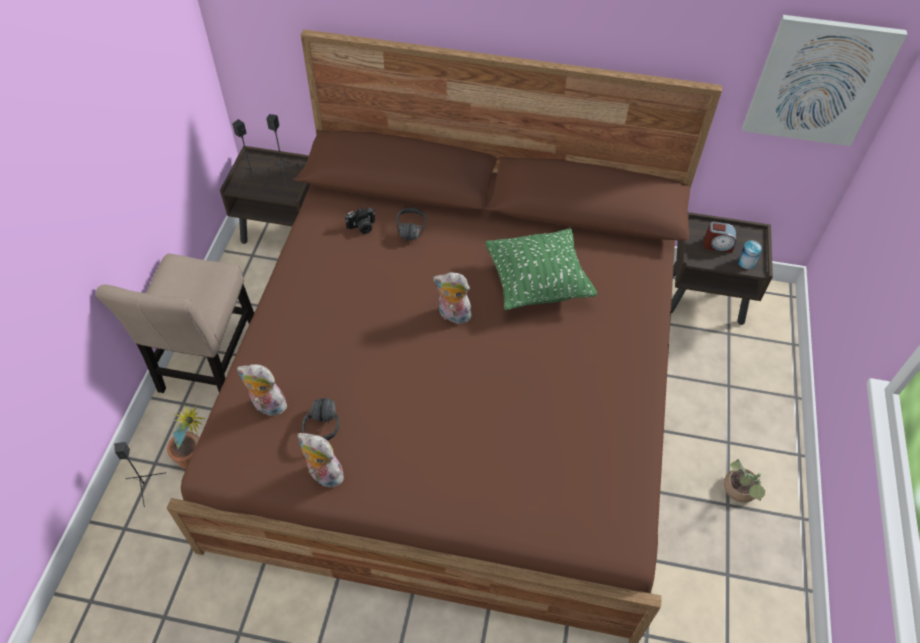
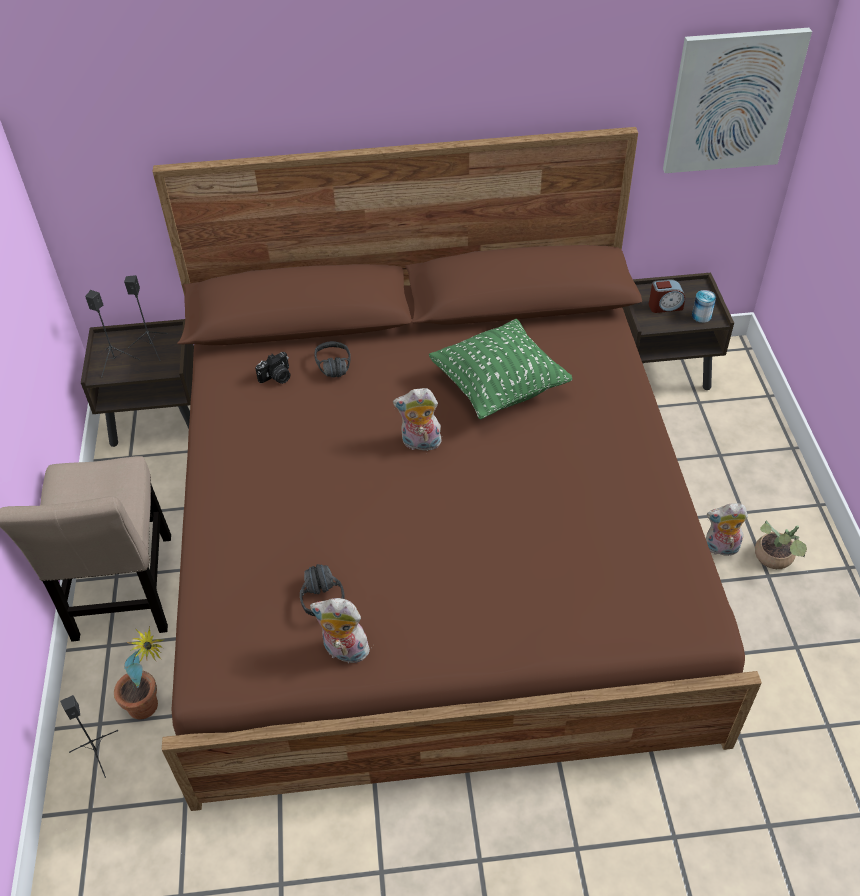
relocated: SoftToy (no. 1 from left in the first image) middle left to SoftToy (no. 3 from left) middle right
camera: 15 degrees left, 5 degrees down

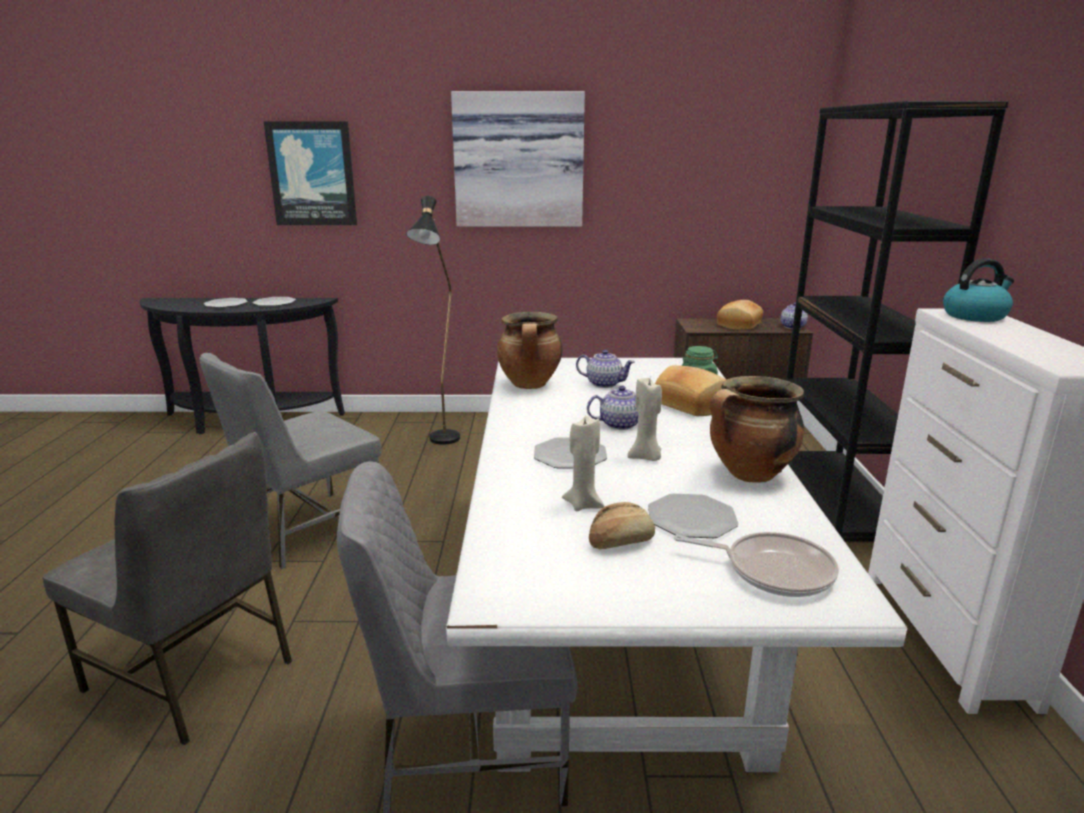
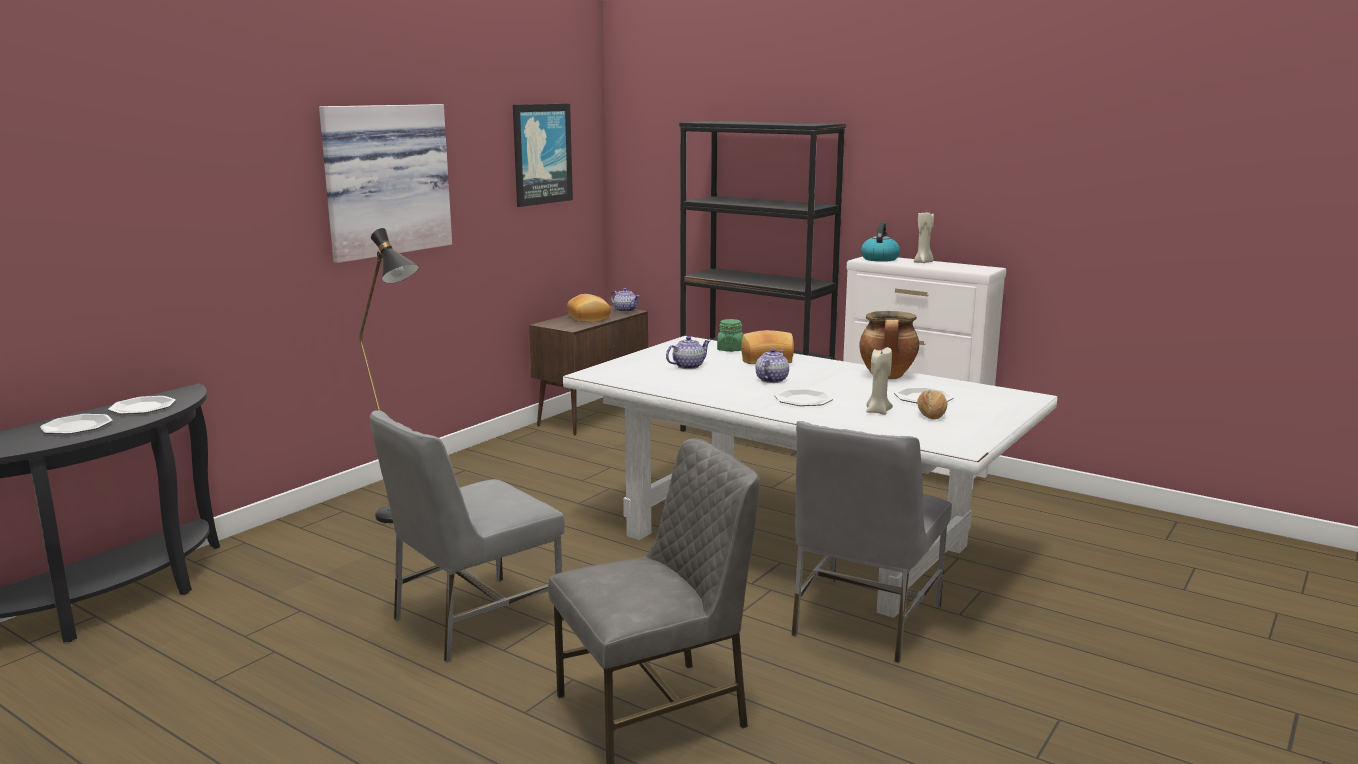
missing: CookingPot (no. 1 from left) centre; Skillet bottom right
relocated: Picture (no. 1 from left in the first image) top left to Picture (no. 2 from left) top centre; BeigeCandle (no. 2 from left) centre to top right
spun: GreyChair (no. 2 from left in the first image) middle left = bottom centre 60 degrees clockwise
camera: 55 degrees left, 5 degrees down

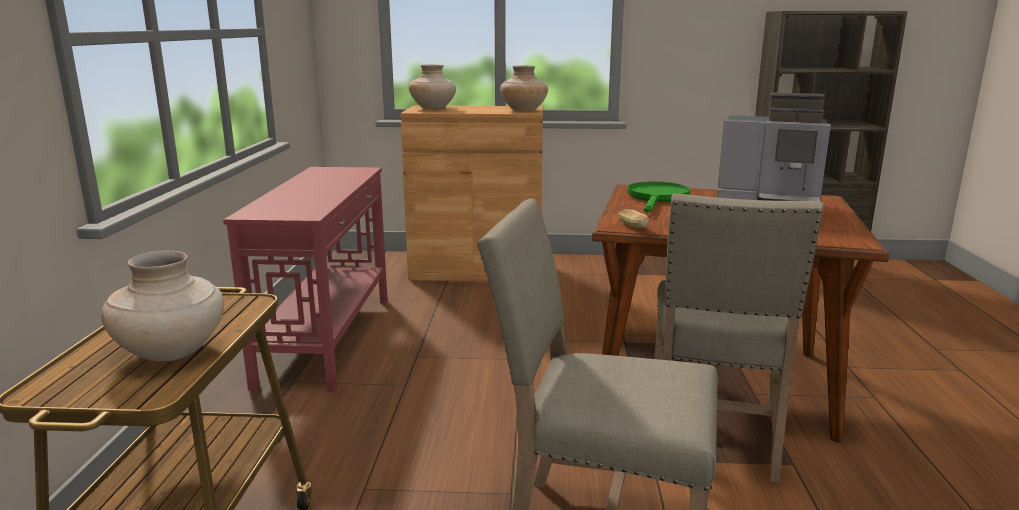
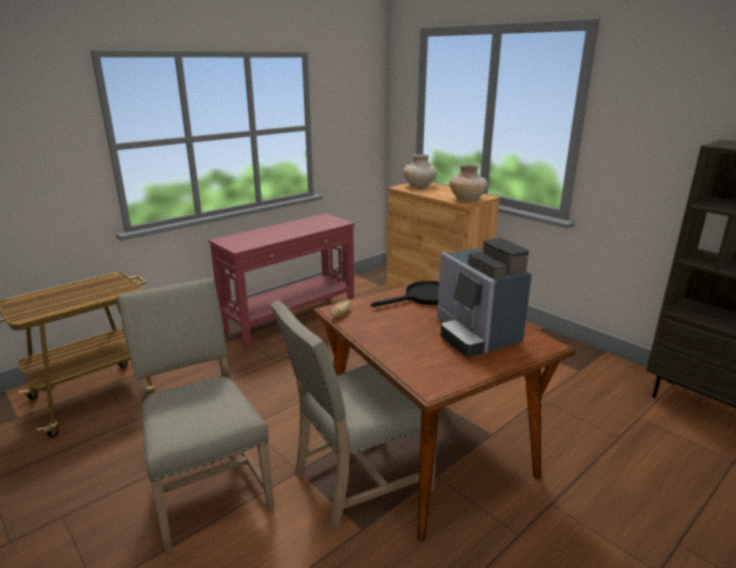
missing: BeigeVase (no. 1 from left) middle left
colour: GreenColouredSkillet centre to BlackColouredSkillet centre
camera: 45 degrees right, 5 degrees up

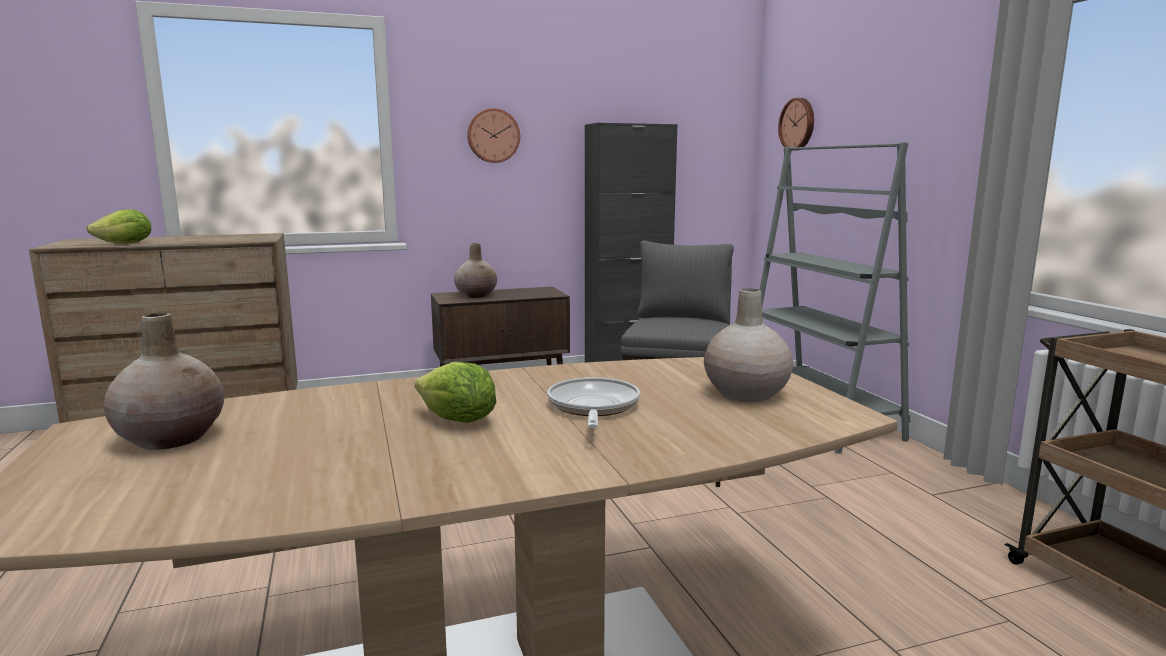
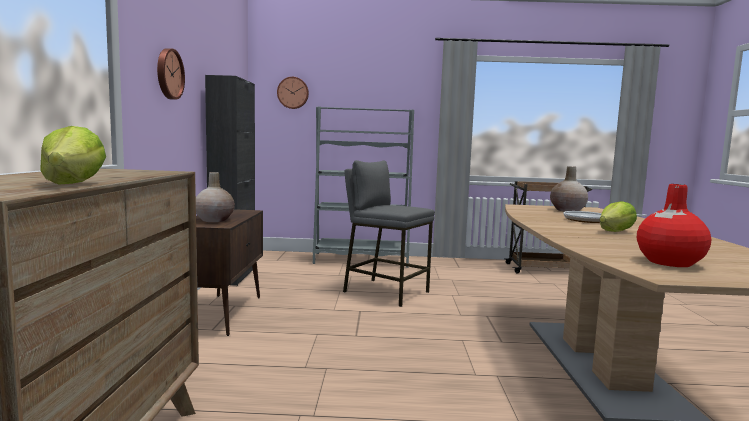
colour: BeigeVase (no. 1 from left) middle left to RedVase middle right
camera: 70 degrees left, 5 degrees down

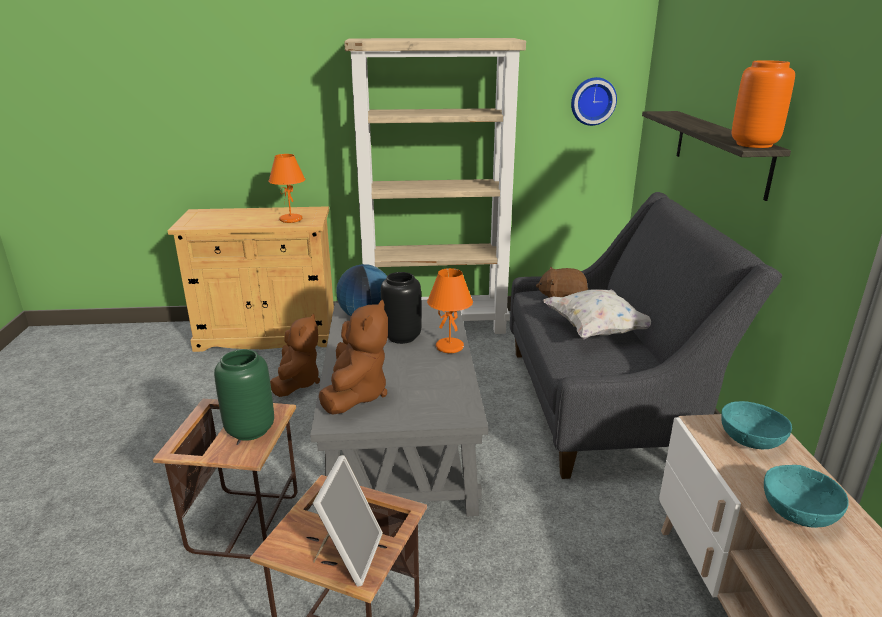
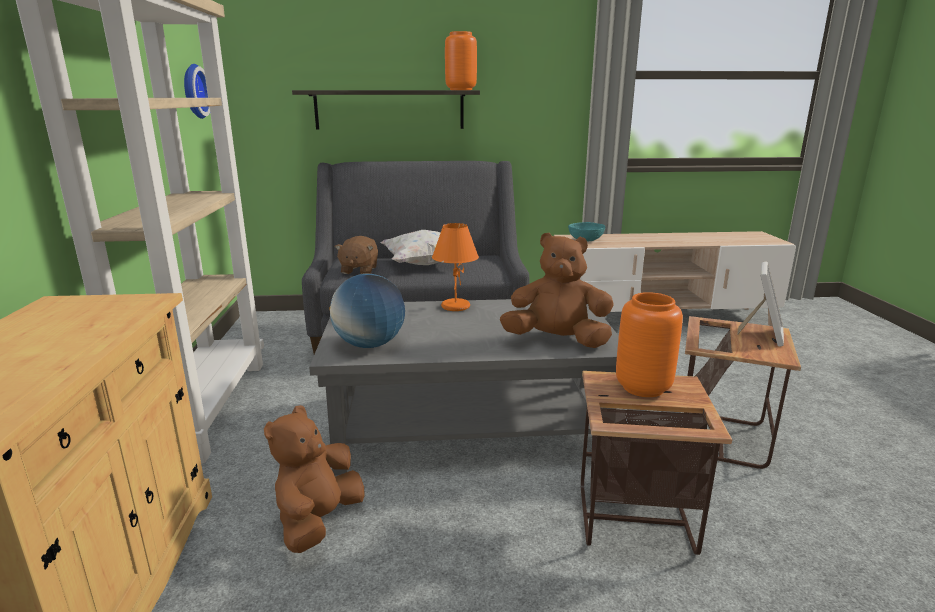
missing: OrangeColouredLampForATable (no. 1 from left) top left; BlackColouredVase centre; TurquoiseColouredDeepDish (no. 2 from left) bottom right
colour: GreenColouredVase middle left to OrangeColouredVase (no. 2 from left) middle right
spun: BrownSoftToy (no. 1 from left) centre = bottom centre 75 degrees counterclockwise; PhotoFrame bottom centre = middle right 105 degrees clockwise
camera: 90 degrees left, 5 degrees down

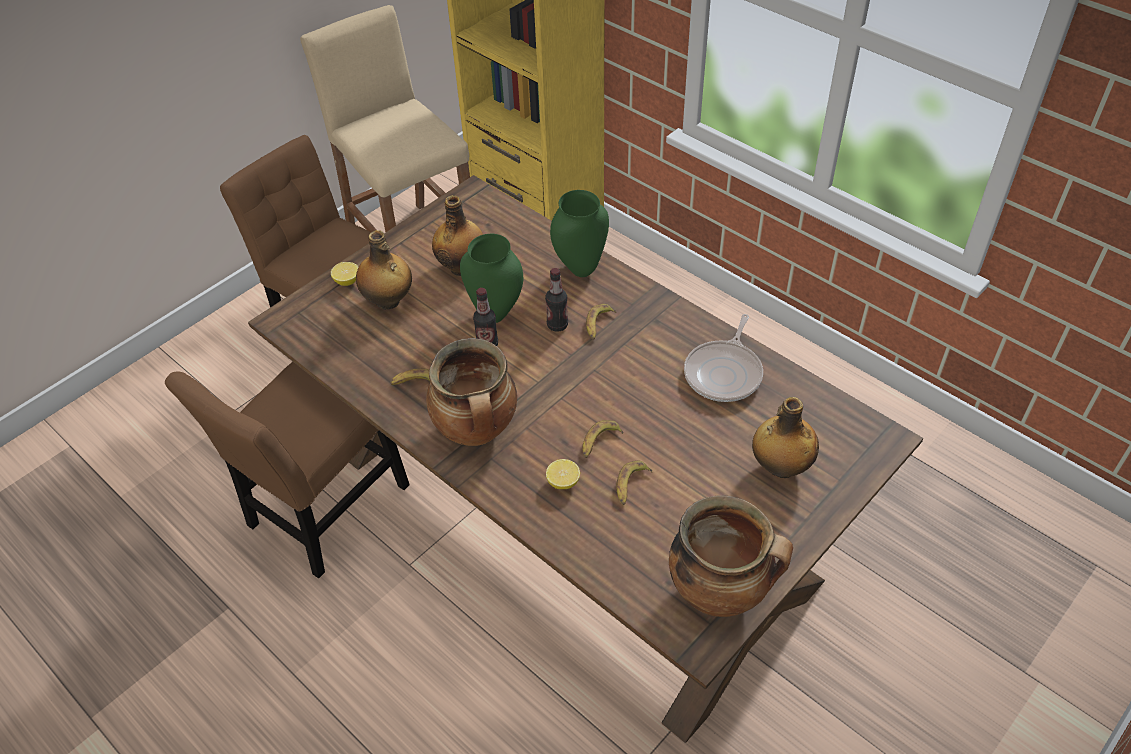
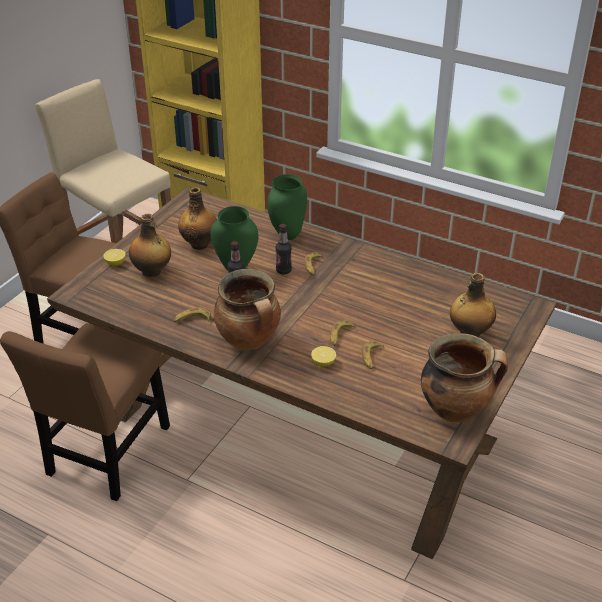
missing: Skillet centre
camera: 15 degrees left, 10 degrees down

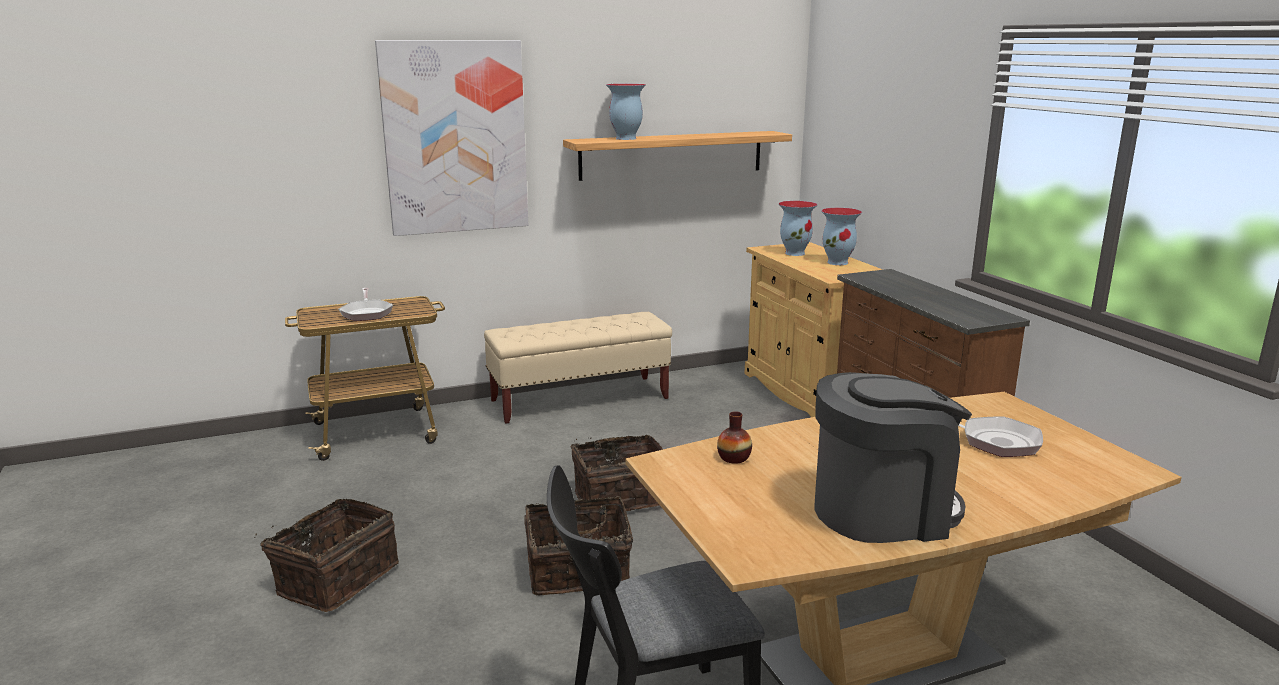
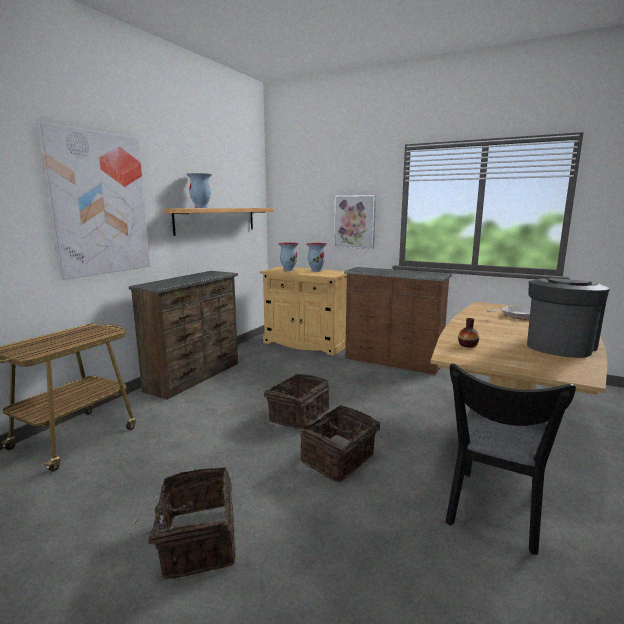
missing: Skillet (no. 1 from left) middle left
appeared: Picture (no. 2 from left) centre
exchanged: BeigeLongSeat centre to BrownDresser (no. 1 from left) middle left
camera: 40 degrees left, 5 degrees down

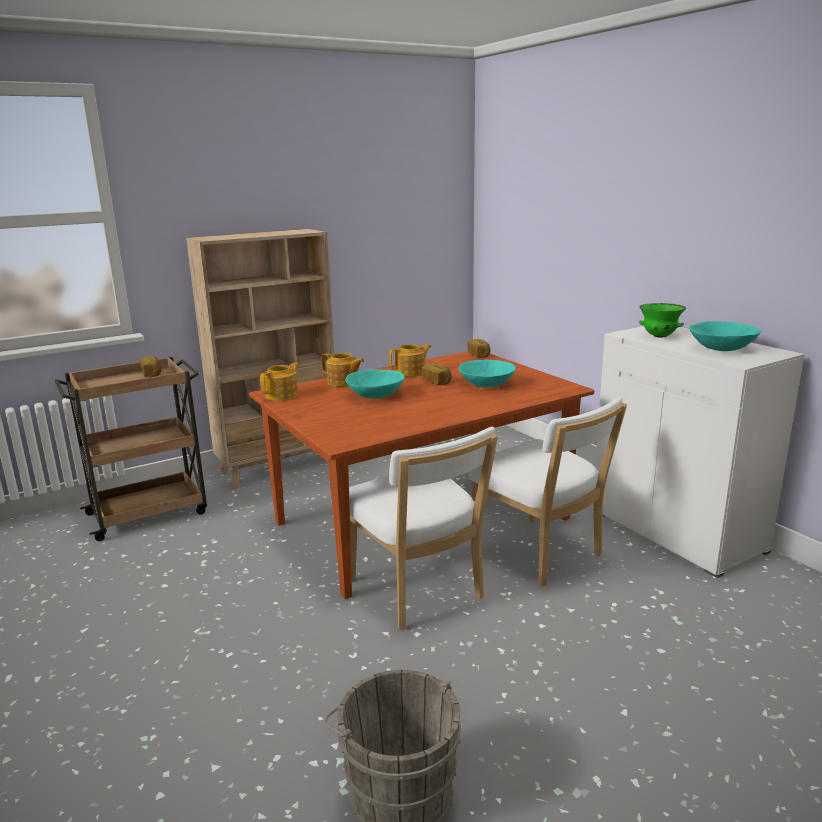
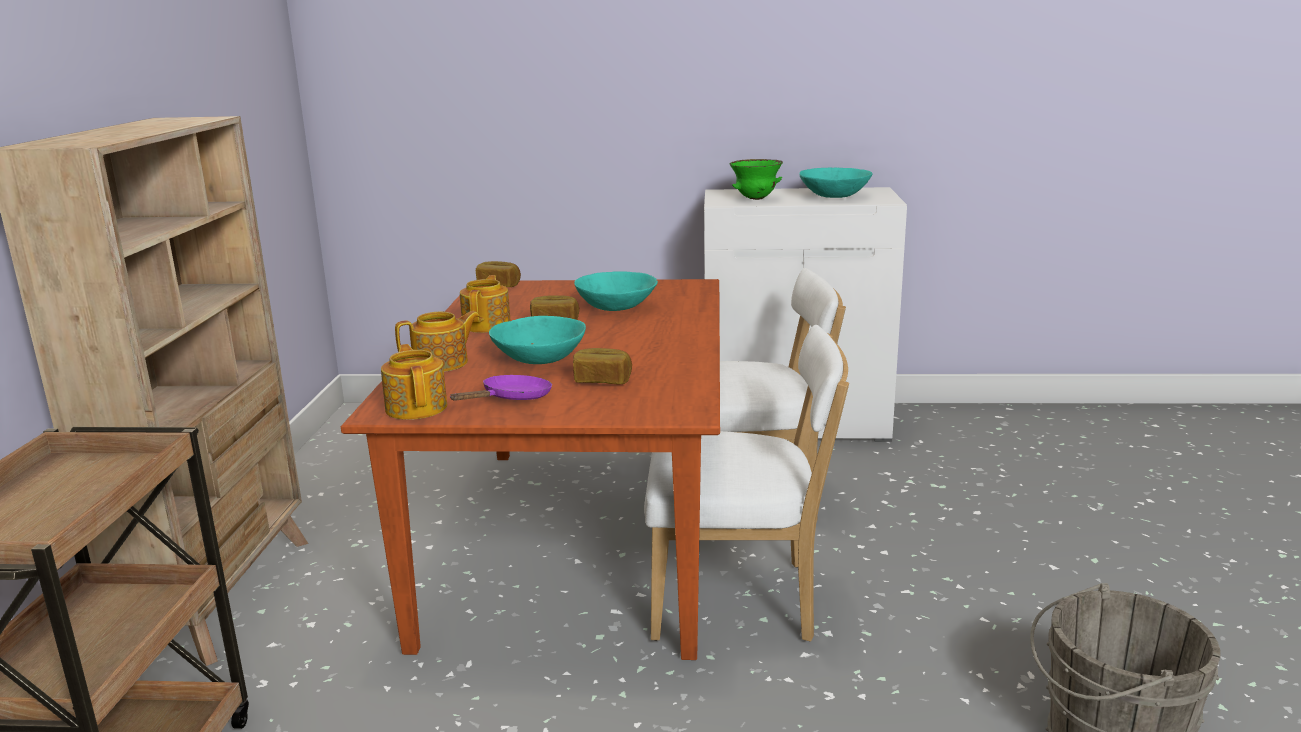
appeared: PurpleColouredSkillet centre
relocated: BakedBread (no. 1 from left in the first image) middle left to BakedBread (no. 3 from left) centre
camera: 55 degrees left, 0 degrees up

